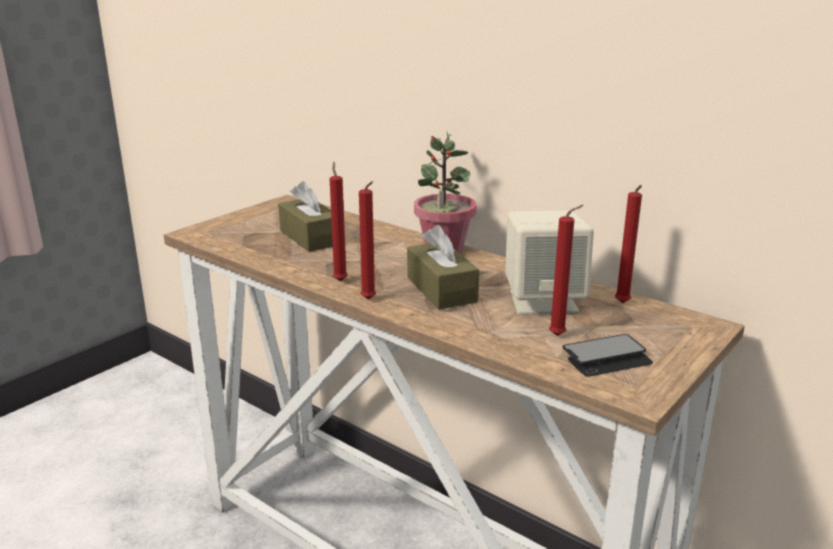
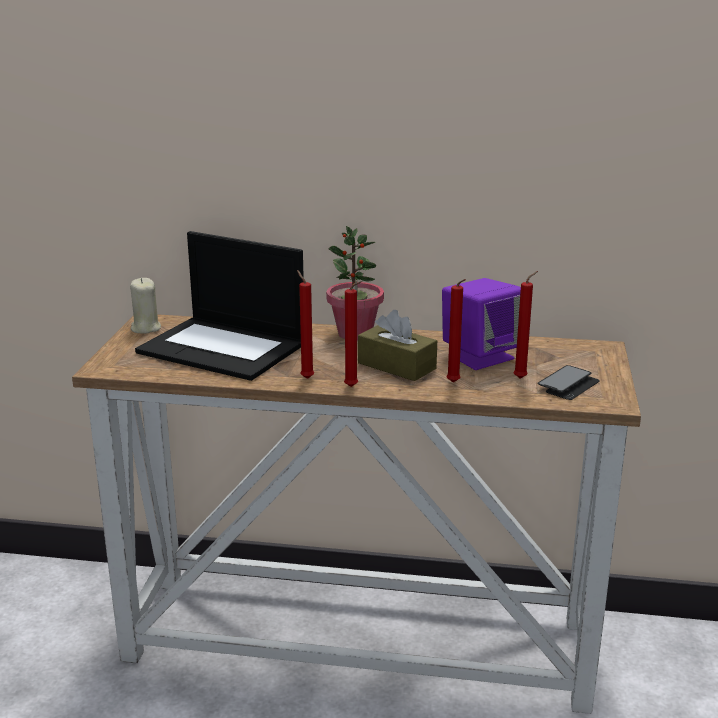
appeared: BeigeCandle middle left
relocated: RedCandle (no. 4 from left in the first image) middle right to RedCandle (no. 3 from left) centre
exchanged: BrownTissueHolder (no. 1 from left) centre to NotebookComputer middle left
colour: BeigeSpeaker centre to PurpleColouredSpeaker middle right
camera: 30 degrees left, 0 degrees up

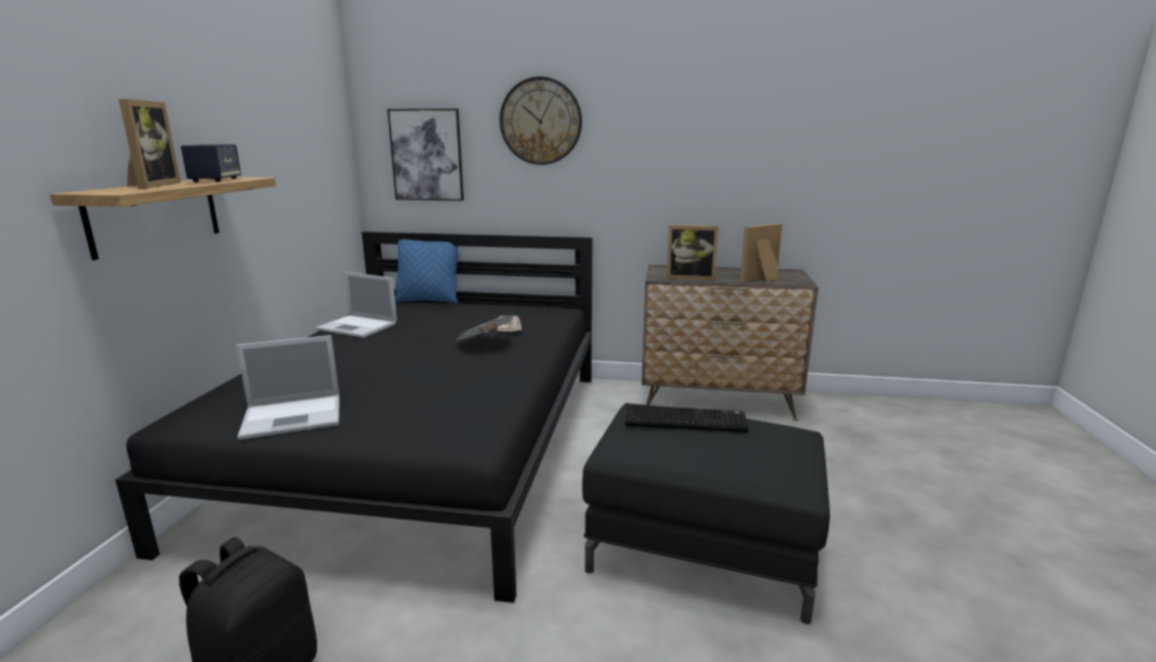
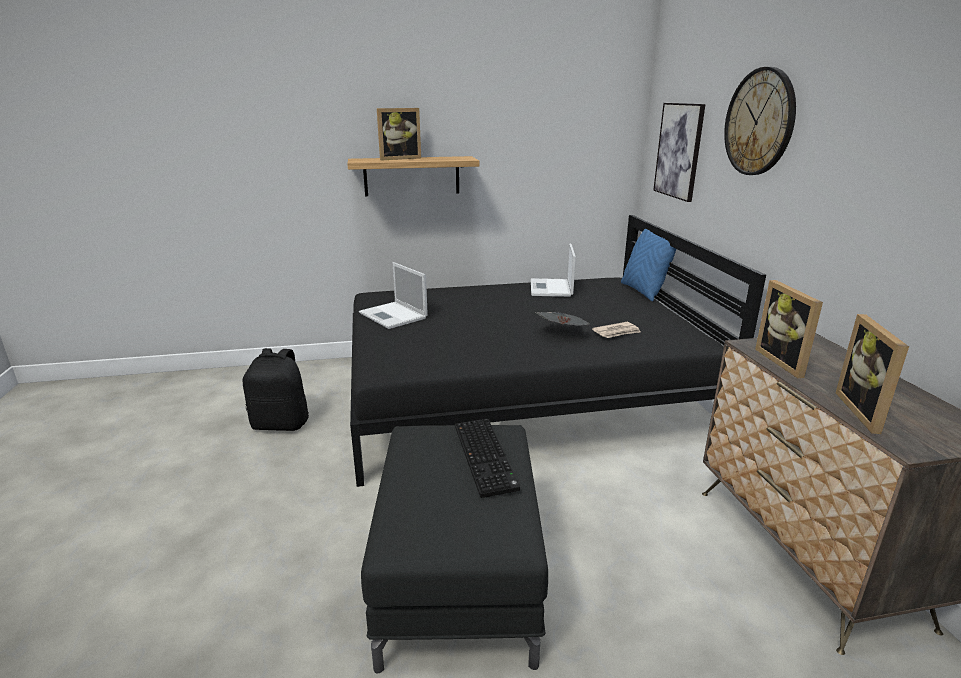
missing: Speaker top left
spun: PhotoFrame (no. 3 from left) centre = middle right 120 degrees counterclockwise
camera: 70 degrees right, 5 degrees up

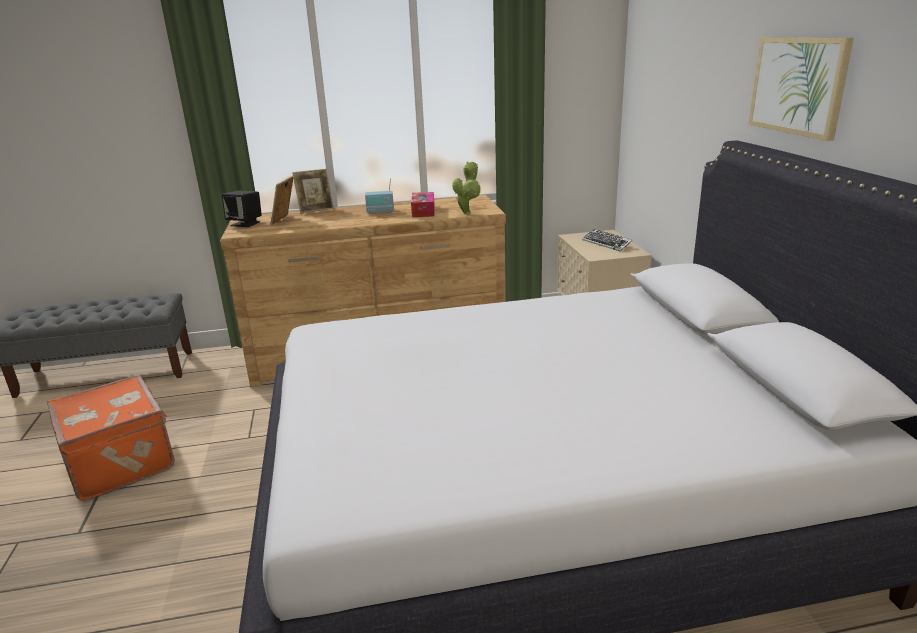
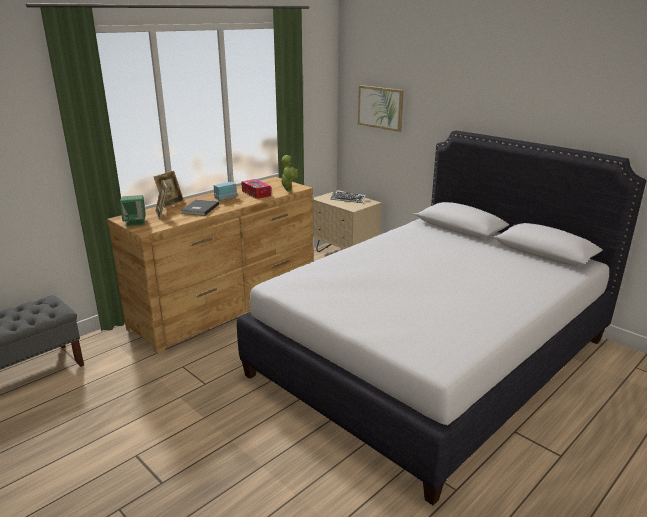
missing: OrangeColouredTravelCase bottom left
appeared: GreyBoundBook middle left
relocated: Picture top right to top centre
colour: BlackColouredSpeaker top left to GreenColouredSpeaker middle left
camera: 35 degrees left, 0 degrees up

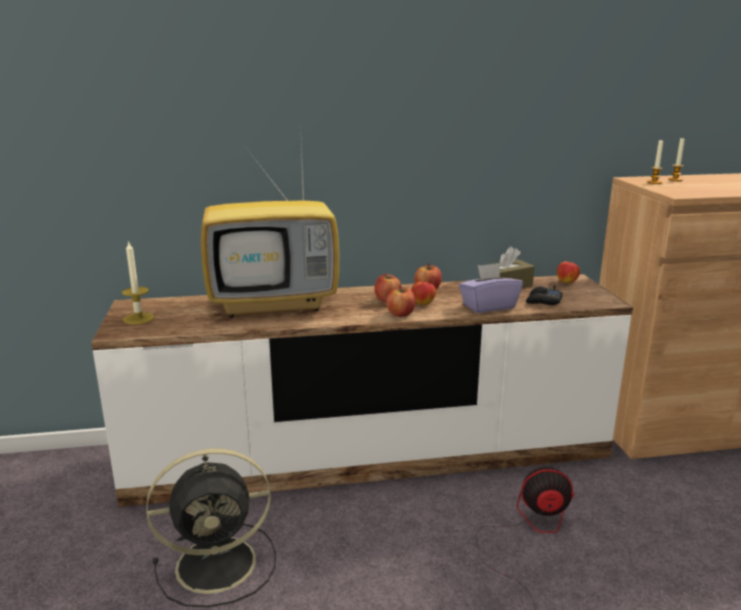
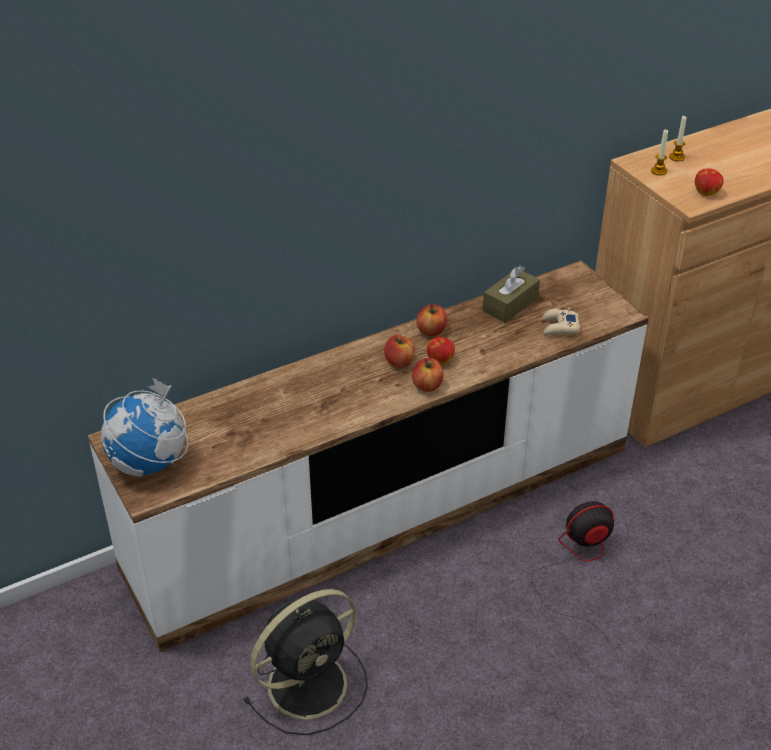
missing: Television centre; PurpleColouredTissueHolder centre
relocated: WholeApple (no. 5 from left) middle right to top right
exchanged: Candle (no. 1 from left) middle left to WorldGlobe middle left
colour: BlackColouredGamepad middle right to BeigeGamepad middle right
camera: 20 degrees left, 20 degrees up

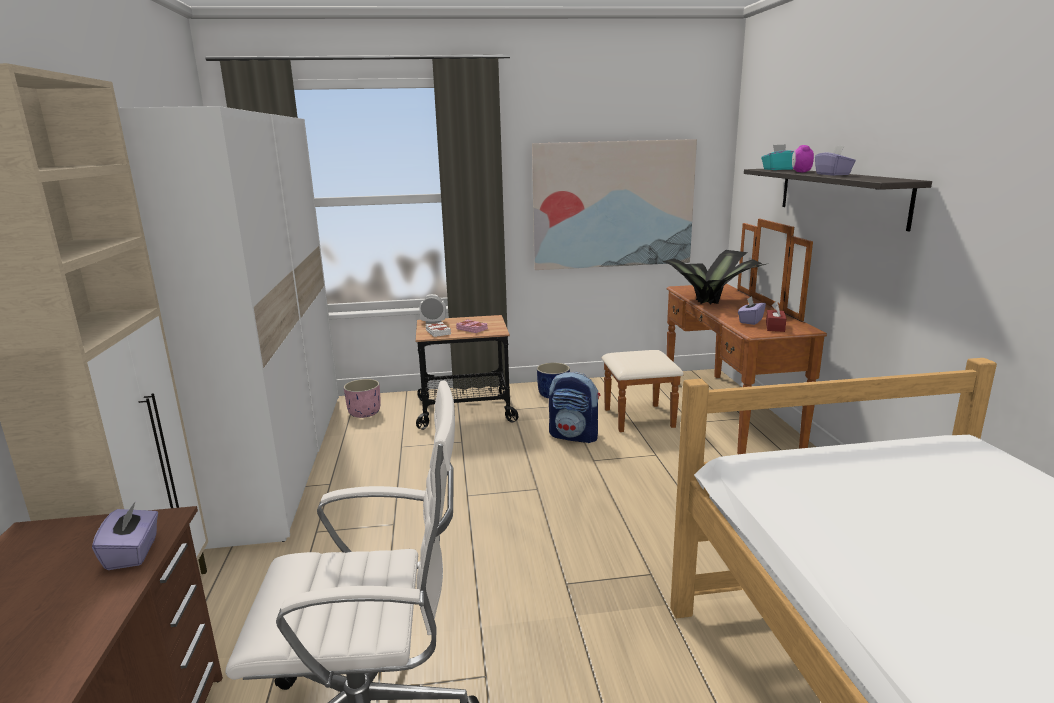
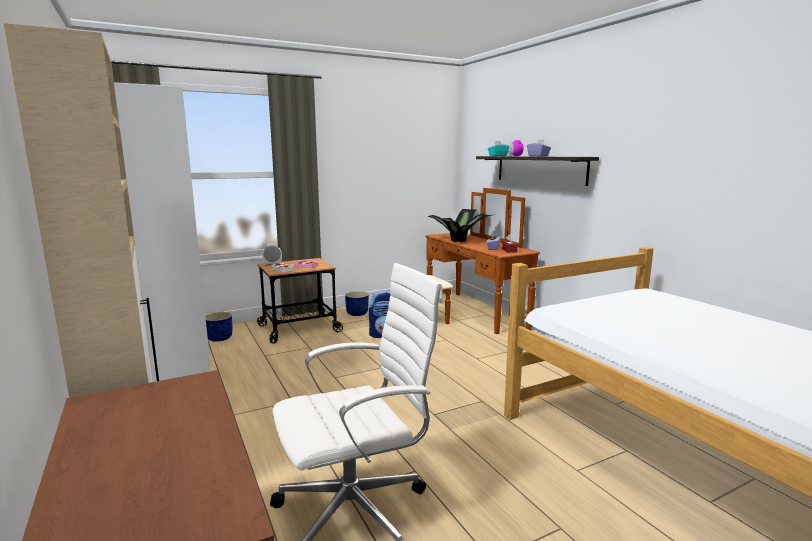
missing: Picture top centre; PurpleColouredTissueHolder (no. 1 from left) bottom left
colour: PinkFlowerPot centre to BlueColouredFlowerPot (no. 1 from left) middle left
camera: 20 degrees left, 5 degrees down

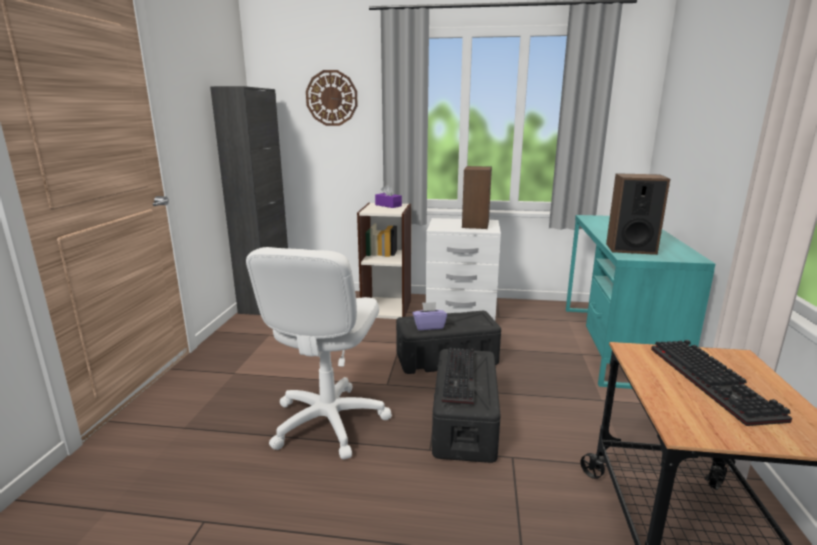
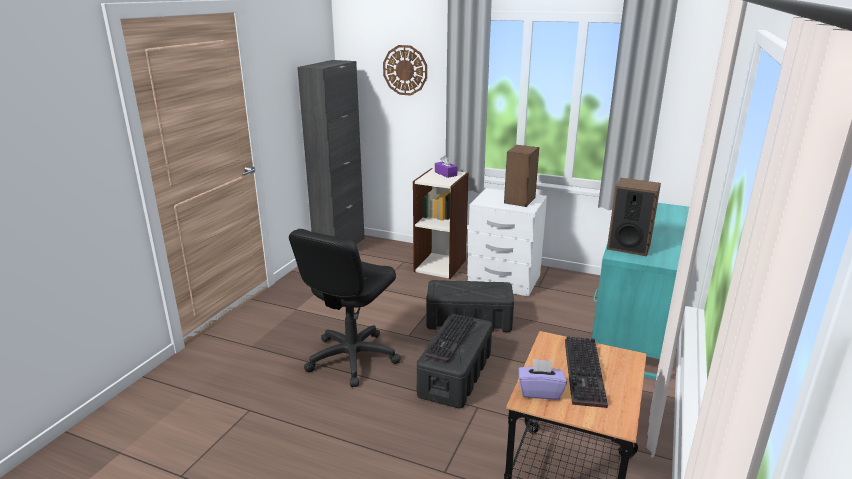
relocated: PurpleColouredTissueHolder (no. 2 from left) centre to bottom centre
colour: WhitishComputerChair centre to BlackColouredComputerChair centre
camera: 15 degrees right, 5 degrees up

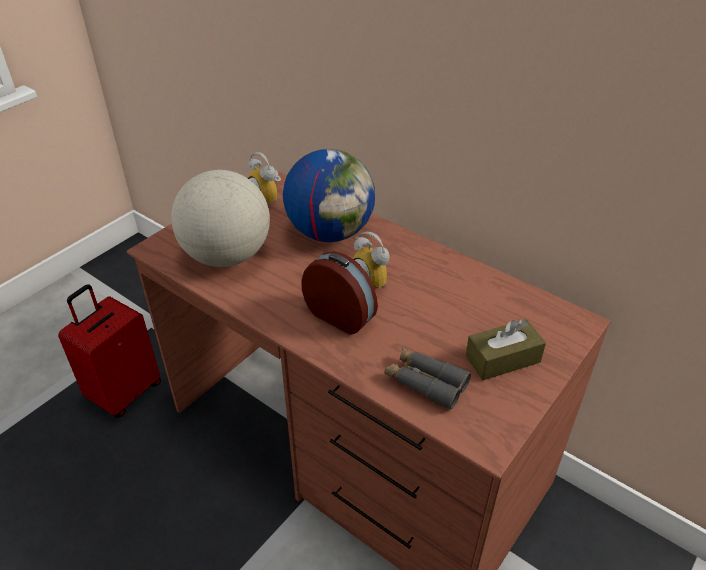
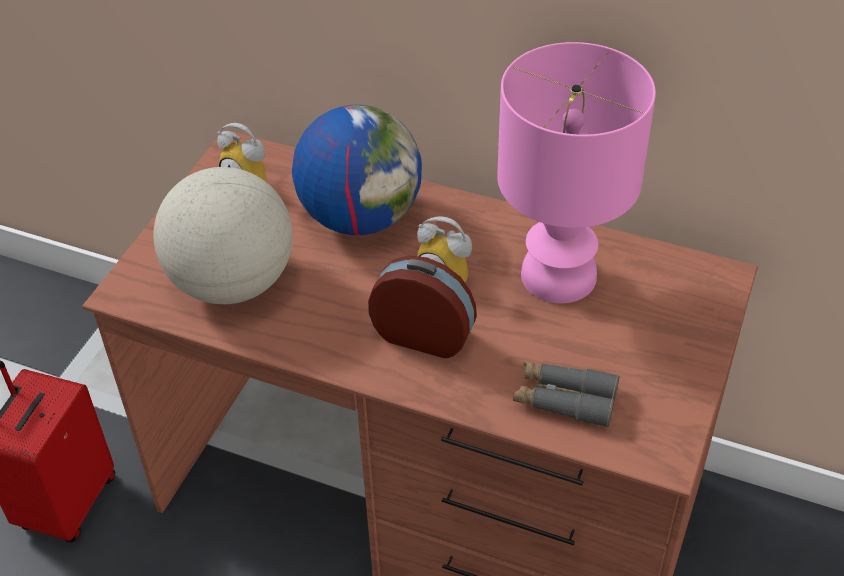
missing: BrownTissueHolder middle right
appeared: PinkLampForATable top right
camera: 15 degrees left, 5 degrees up

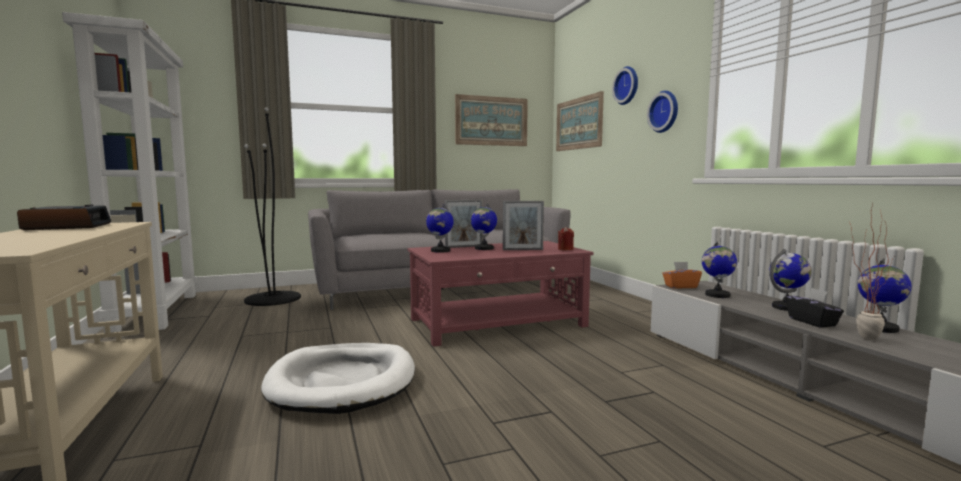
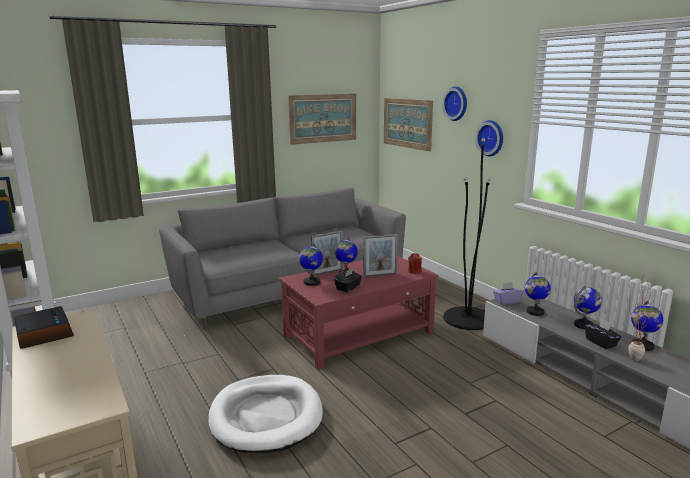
appeared: BlackColouredTissueHolder (no. 1 from left) centre
relocated: BlackColouredFloorLamp middle left to middle right
colour: OrangeColouredTissueHolder middle right to PurpleColouredTissueHolder middle right
camera: 10 degrees left, 10 degrees up

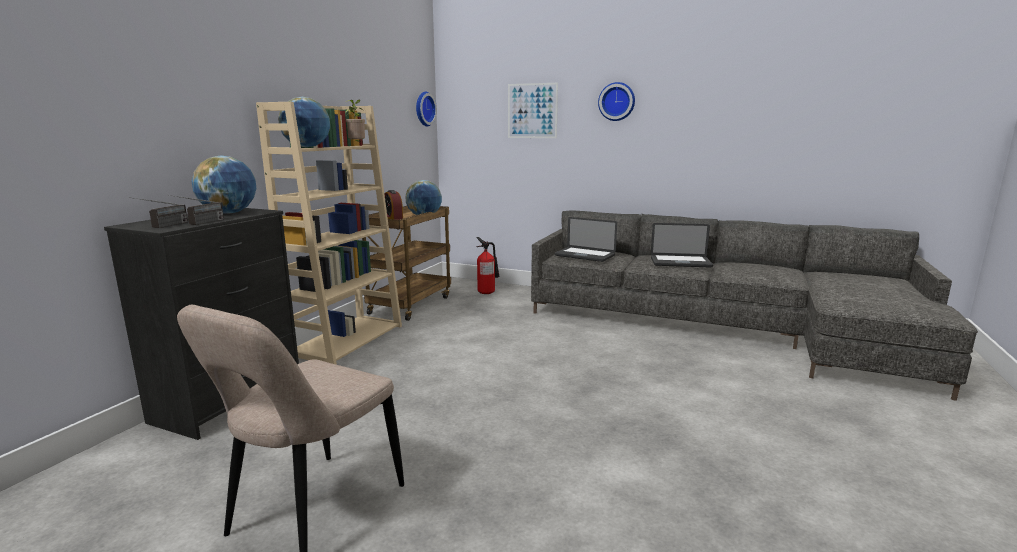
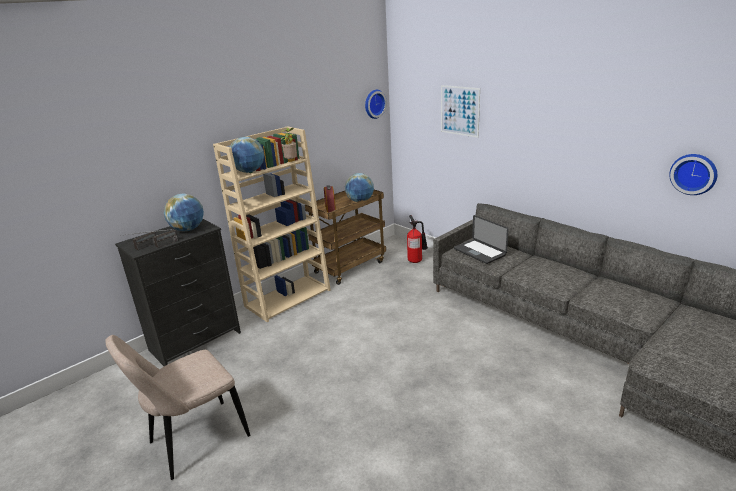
missing: NotebookComputer (no. 2 from left) middle right
relocated: HangingClock (no. 2 from left) top centre to middle right
camera: 25 degrees right, 10 degrees up

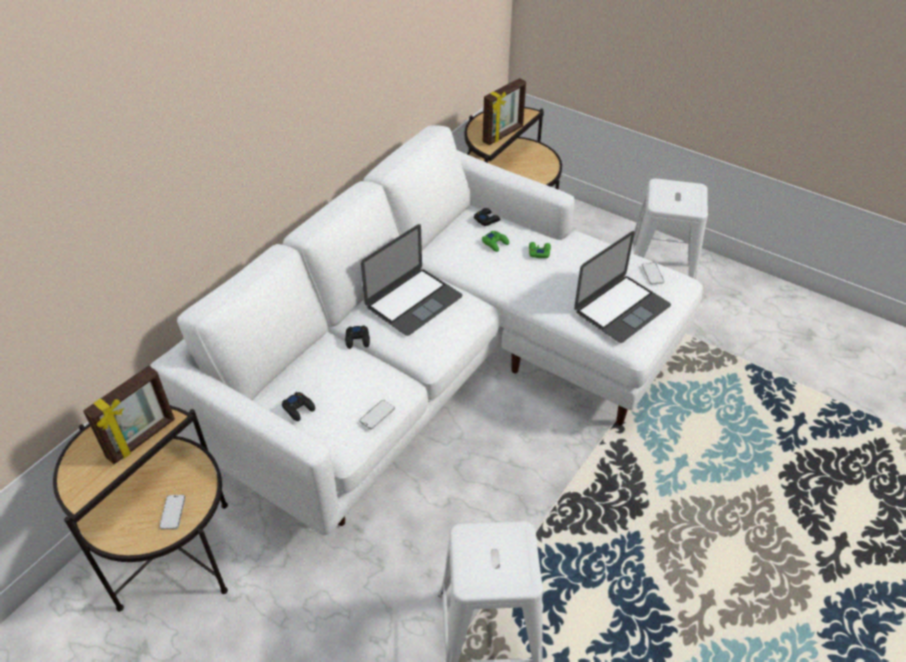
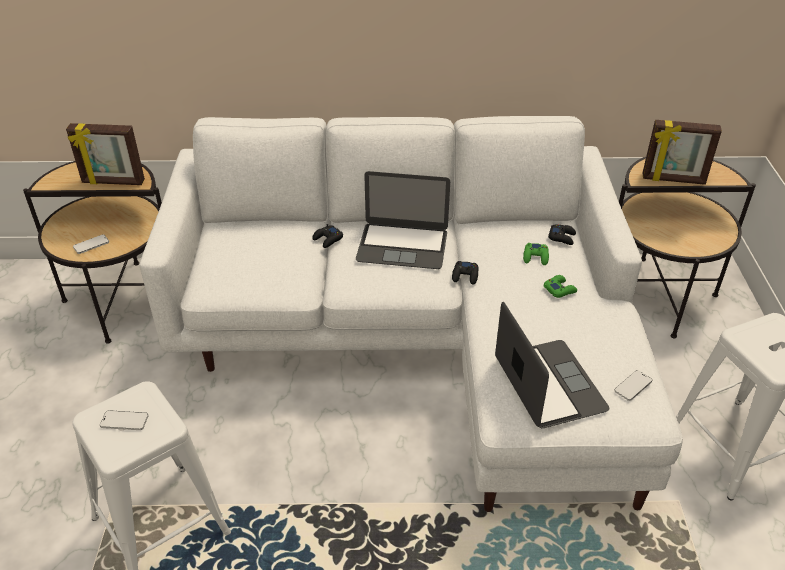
relocated: BlackColouredGamepad (no. 1 from left in the first image) middle left to BlackColouredGamepad (no. 2 from left) centre; Handset (no. 2 from left) centre to bottom left
spun: NotebookComputer (no. 2 from left) middle right = middle right 120 degrees counterclockwise
camera: 55 degrees right, 5 degrees down

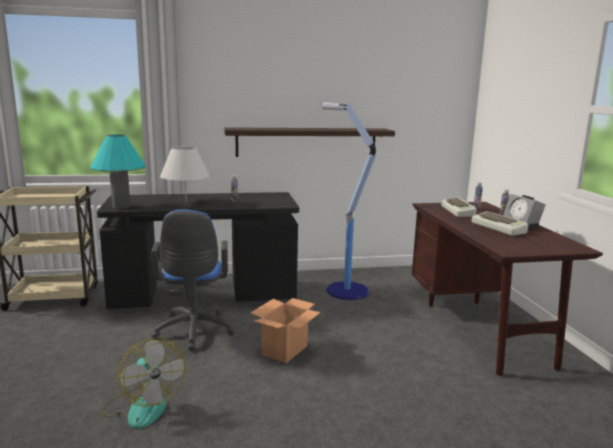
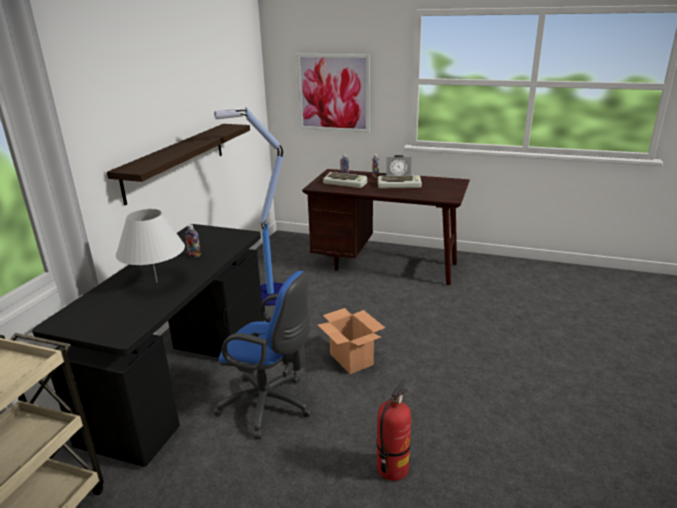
missing: TurquoiseColouredLampForATable middle left
appeared: Picture top centre
exchanged: Fan bottom left to Extinguisher bottom centre
camera: 60 degrees left, 10 degrees up

